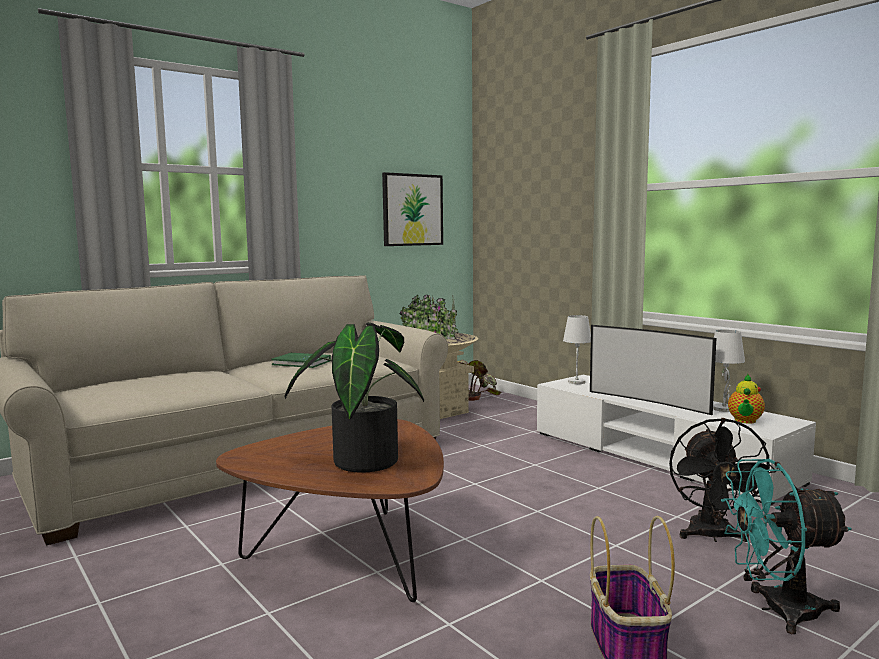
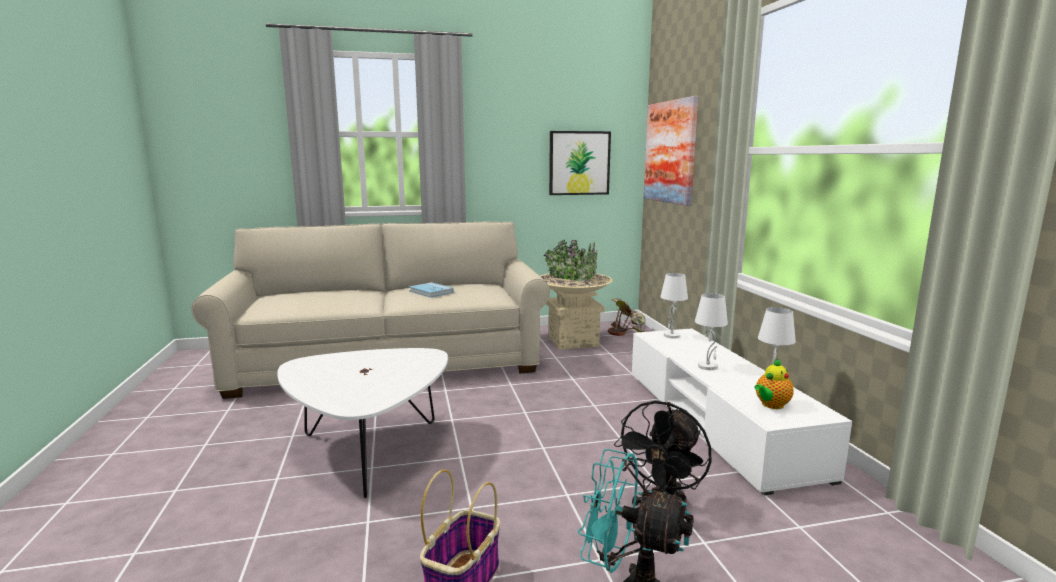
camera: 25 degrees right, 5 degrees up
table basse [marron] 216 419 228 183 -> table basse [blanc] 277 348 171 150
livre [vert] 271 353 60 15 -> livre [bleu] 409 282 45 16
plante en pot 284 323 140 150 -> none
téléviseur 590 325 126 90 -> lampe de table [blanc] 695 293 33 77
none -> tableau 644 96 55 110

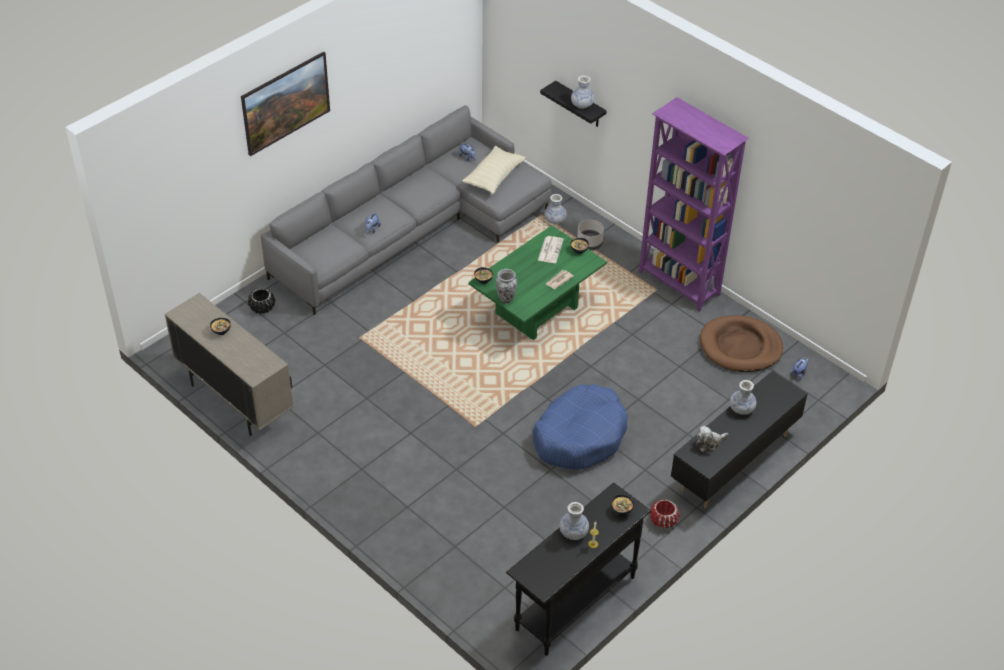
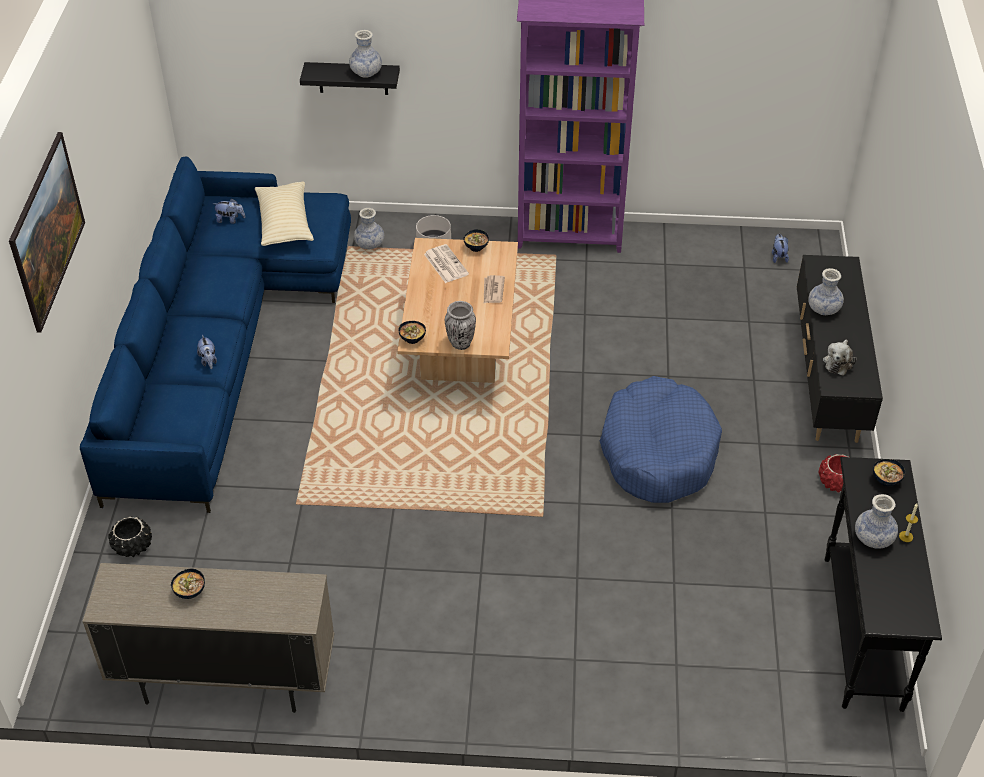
camera: 40 degrees left, 0 degrees up
canapé [gris] 261 105 291 210 -> canapé [bleu] 80 156 271 357
table basse [vert] 468 225 139 115 -> table basse [beige] 397 238 121 145
panier pour chien [marron] 700 315 83 57 -> none

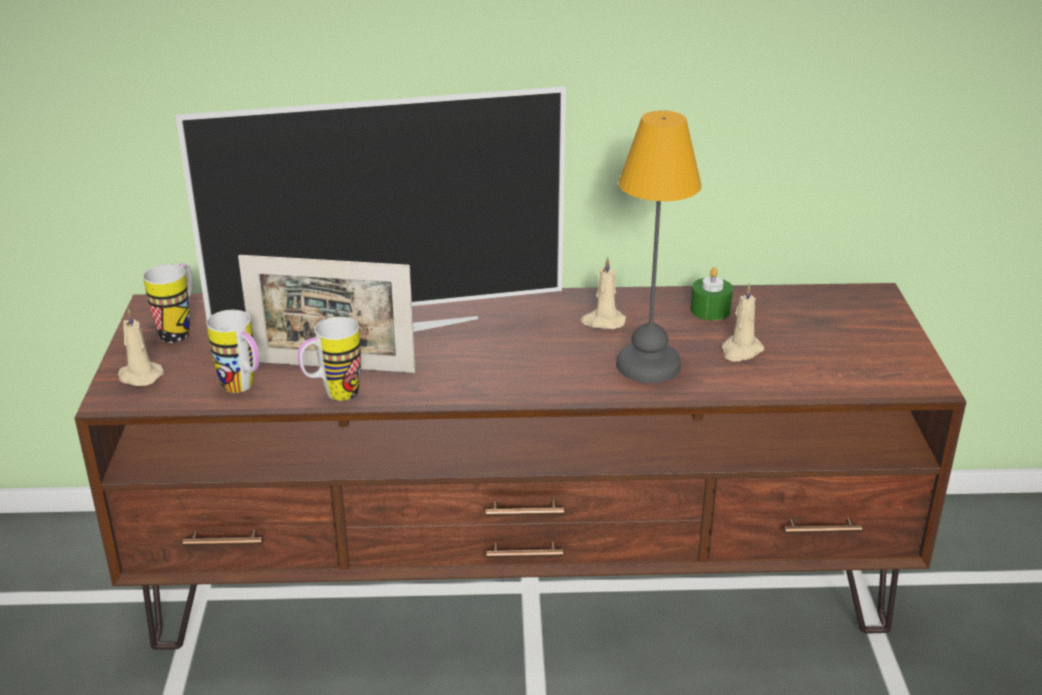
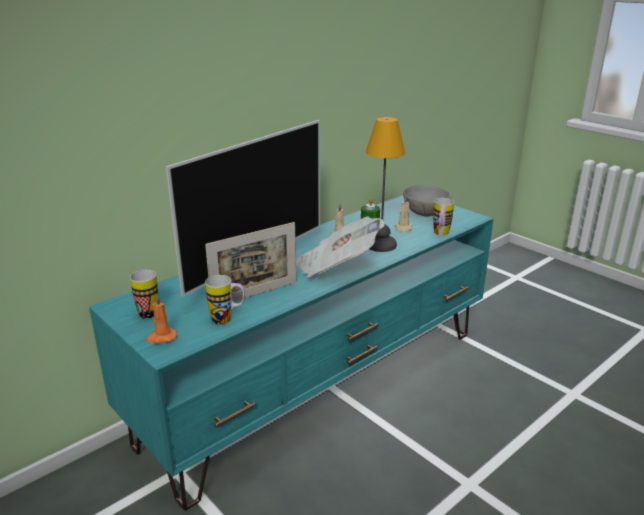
camera: 40 degrees left, 5 degrees down
meuble télé [marron] 74 283 893 367 -> meuble télé [turquoise] 89 195 404 315
bougie [beige] 118 308 46 78 -> bougie [orange] 146 295 31 49
mug 298 317 63 84 -> mug 433 198 21 38, move
none -> journal 296 216 89 62
none -> bol [gris] 403 185 48 32

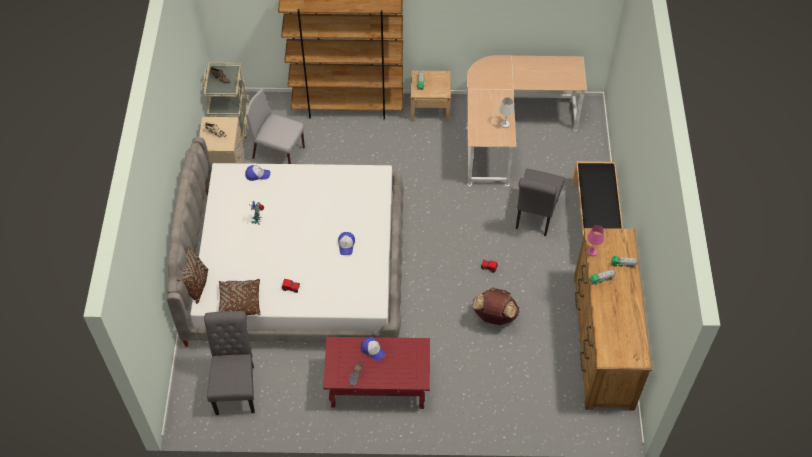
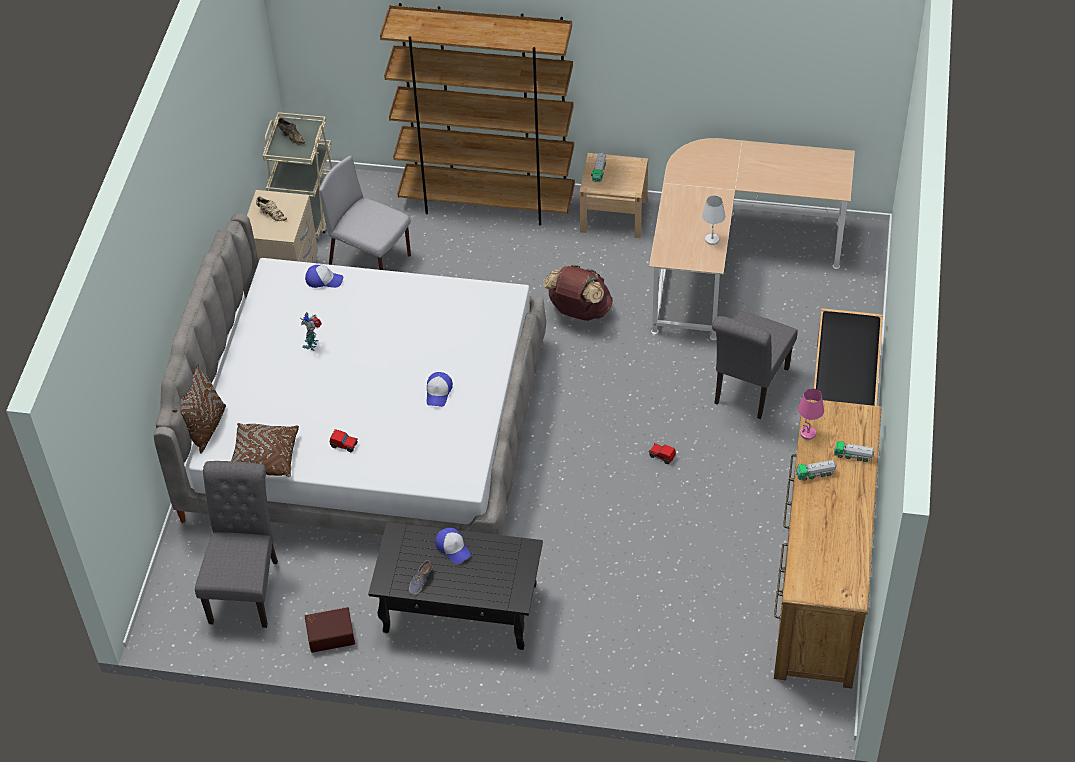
camera: 10 degrees right, 5 degrees down
table basse [rouge] 323 337 107 72 -> table basse [noir] 368 522 175 128
sac à dos [marron] 472 288 48 37 -> sac à dos [marron] 543 265 70 56, move
none -> boîte de rangement [marron] 305 607 50 46

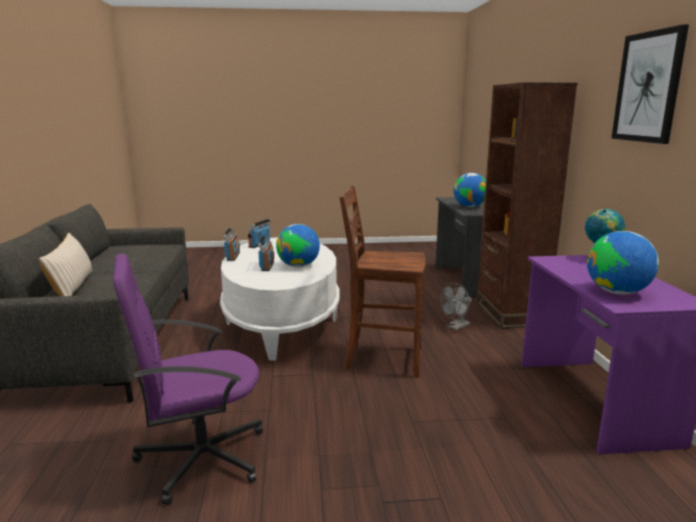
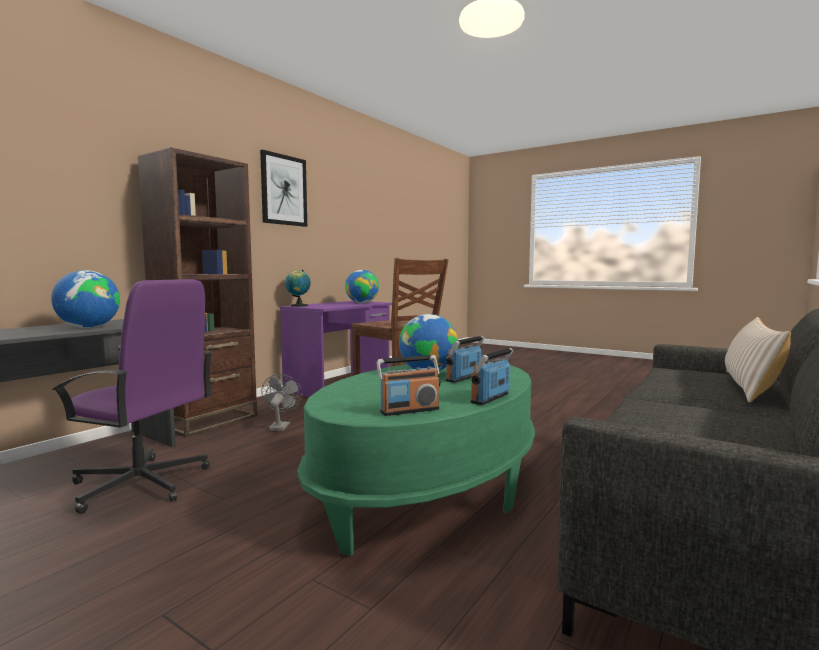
camera: 140 degrees left, 10 degrees down
chaise de bureau [violet] 113 254 150 251 -> chaise de bureau [violet] 52 279 161 235, move
table basse [blanc] 220 237 119 124 -> table basse [vert] 297 361 238 195
ventilateur [gris] 440 283 32 47 -> ventilateur [gris] 261 374 41 57, 90 degrees counterclockwise

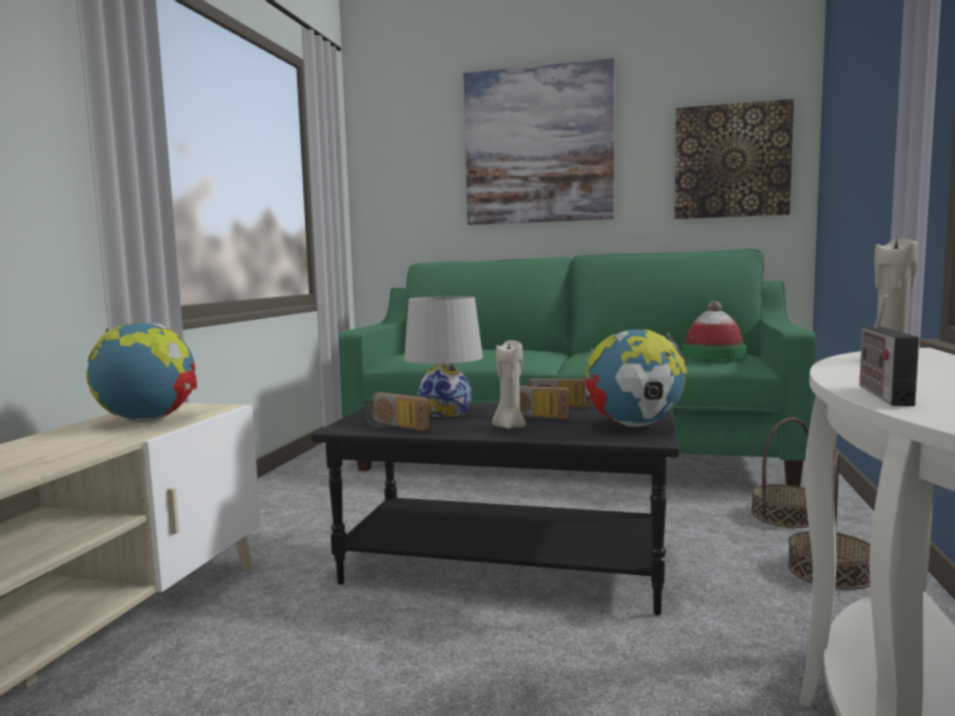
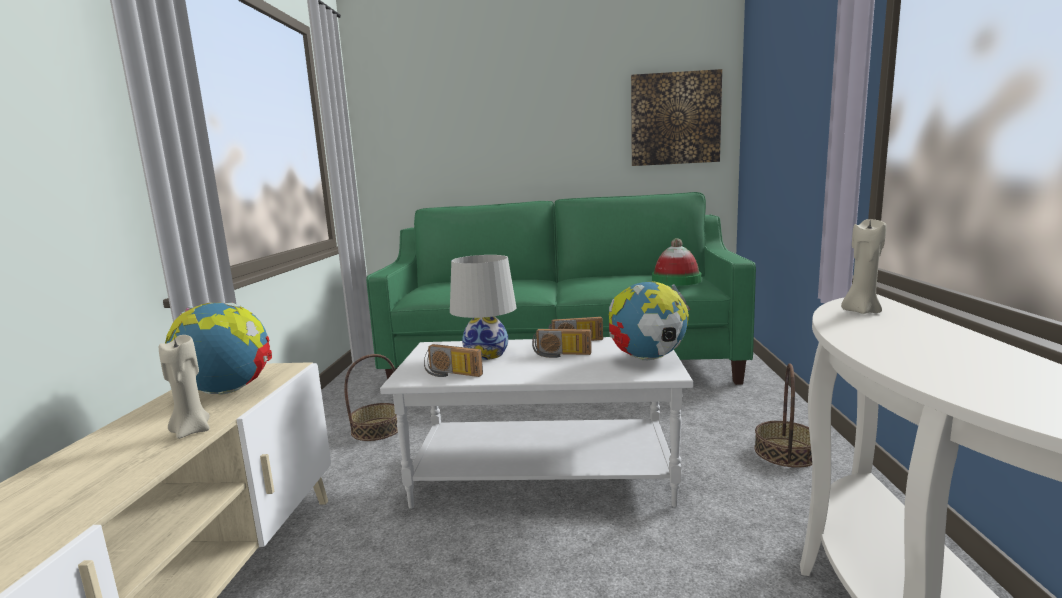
camera: 10 degrees left, 5 degrees up
table basse [noir] 311 402 368 213 -> table basse [blanc] 380 337 313 172
tableau 464 58 150 167 -> none
bougie [beige] 492 340 34 89 -> bougie [beige] 159 335 51 104, move
panier 751 418 58 110 -> panier 344 354 54 87, move
radio 859 295 60 111 -> none

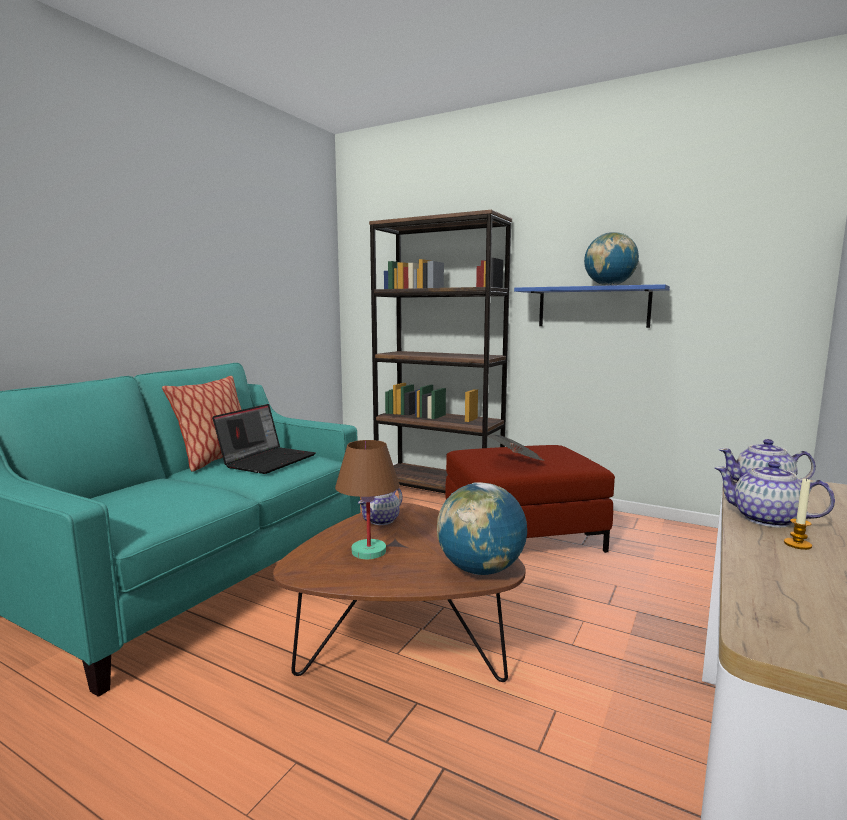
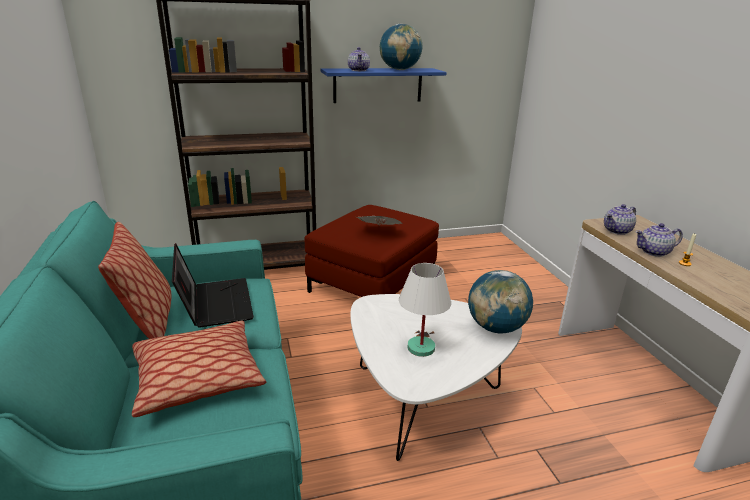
camera: 45 degrees left, 15 degrees up
table basse [marron] 273 503 252 179 -> table basse [blanc] 350 294 172 167
lampe de table [marron] 335 440 65 119 -> lampe de table [blanc] 399 263 52 94
théière 358 488 45 37 -> théière 348 47 22 24, move
none -> coussin 132 321 134 96

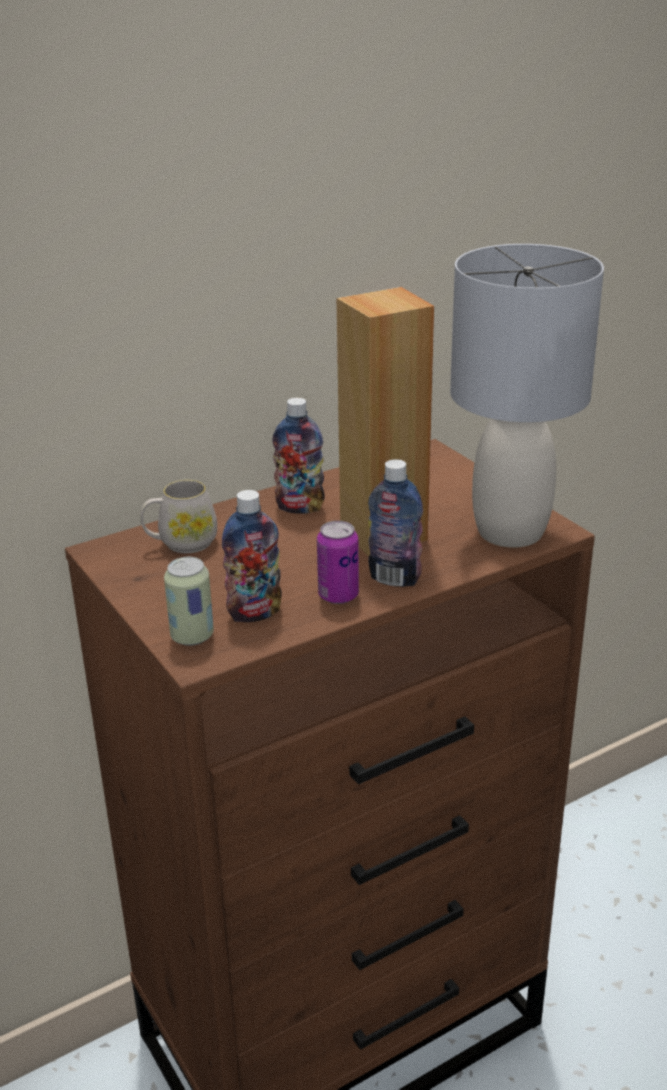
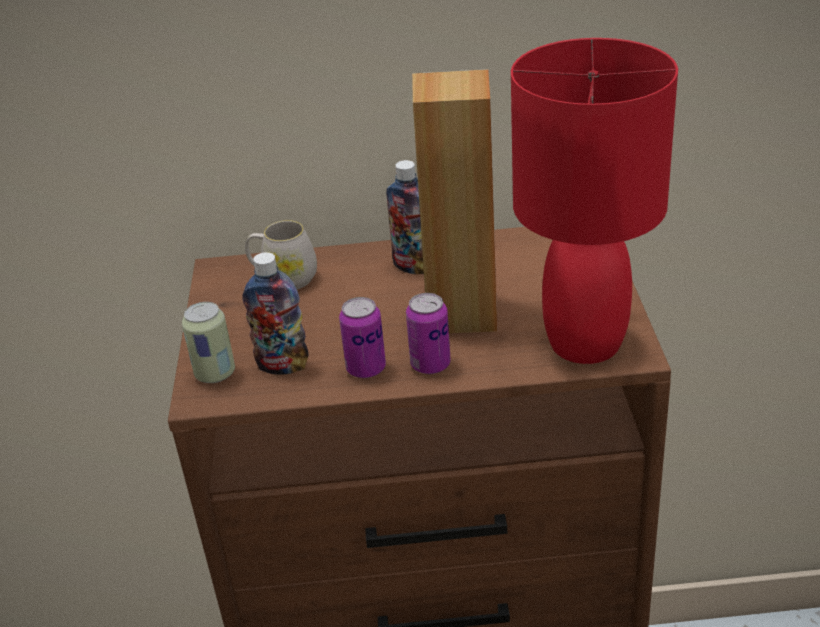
camera: 30 degrees right, 5 degrees up
bouteille 368 459 55 128 -> boîte métallique 406 293 45 81
lampe de table [gris] 450 244 154 304 -> lampe de table [rouge] 511 38 167 326

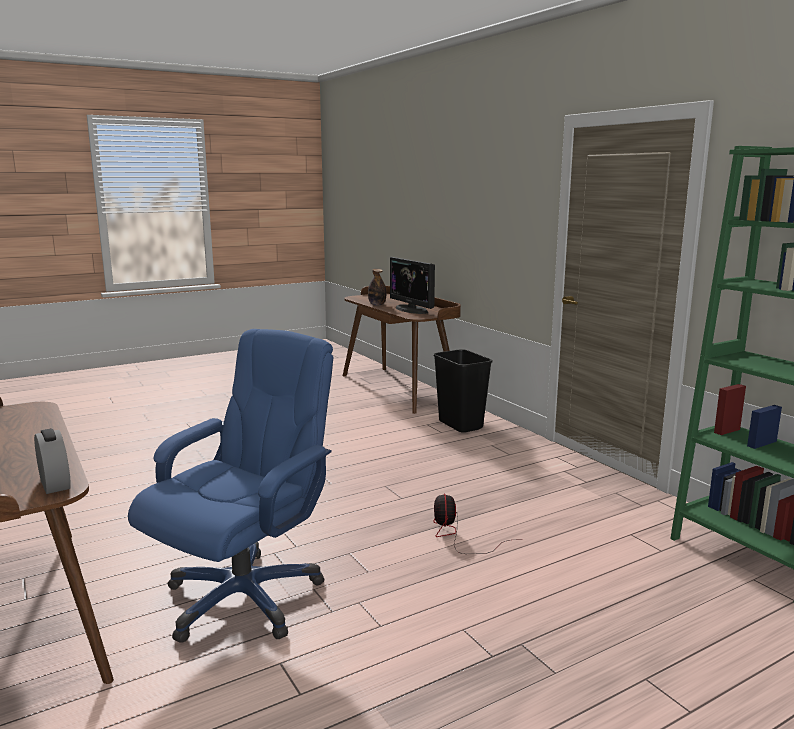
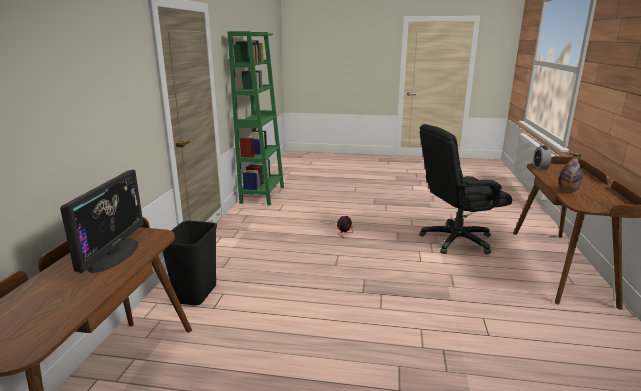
camera: 140 degrees left, 5 degrees up
chaise de bureau [bleu] 128 329 205 314 -> chaise de bureau [noir] 419 124 93 130
bouteille 368 269 18 37 -> bouteille 559 152 24 40, move

